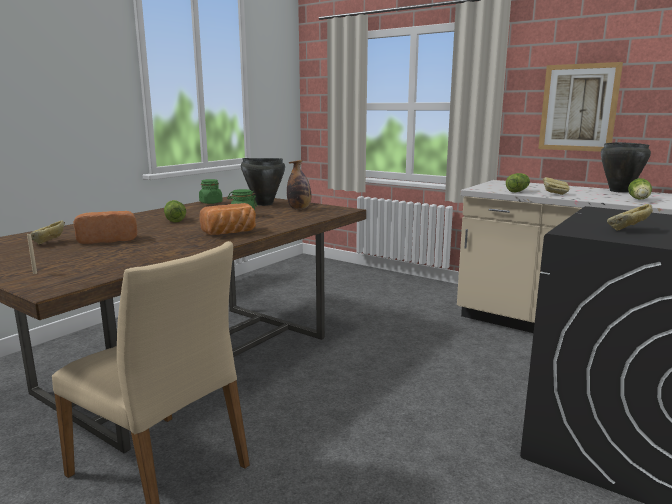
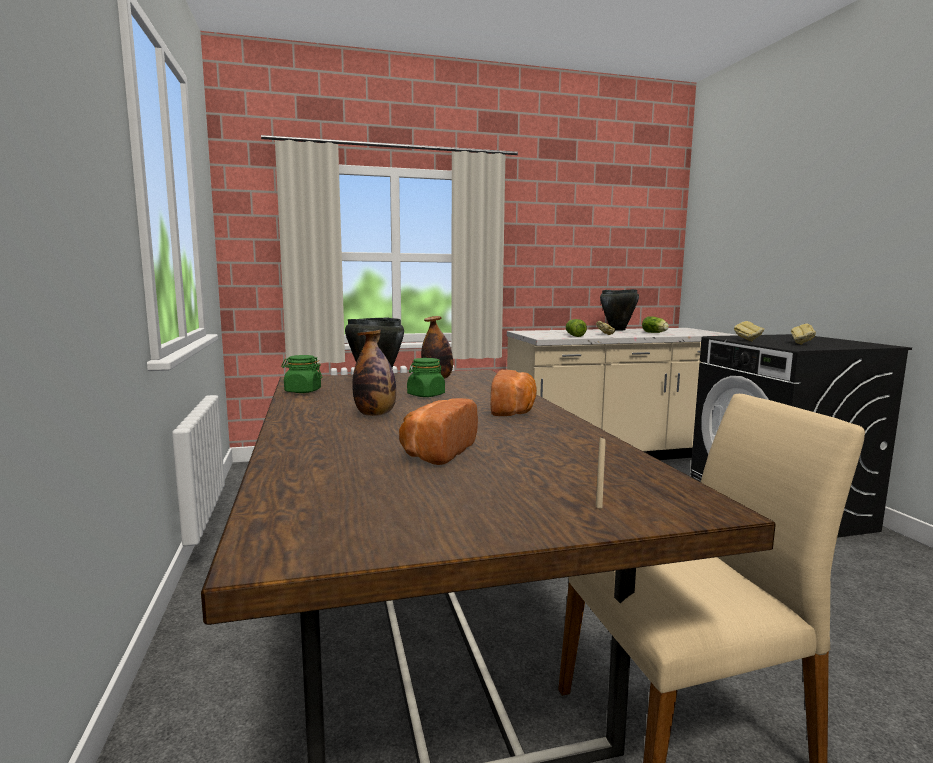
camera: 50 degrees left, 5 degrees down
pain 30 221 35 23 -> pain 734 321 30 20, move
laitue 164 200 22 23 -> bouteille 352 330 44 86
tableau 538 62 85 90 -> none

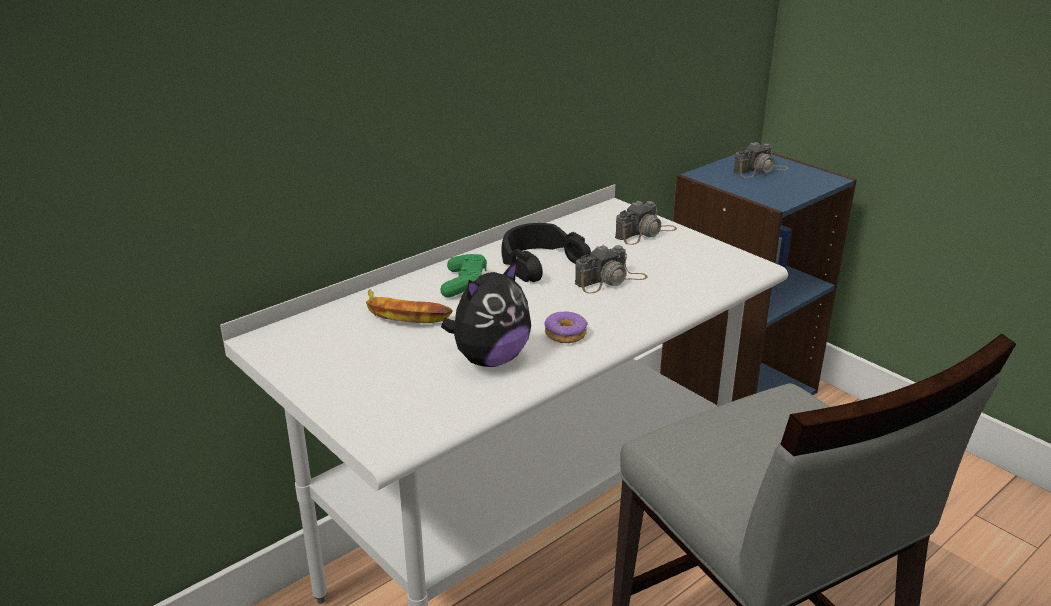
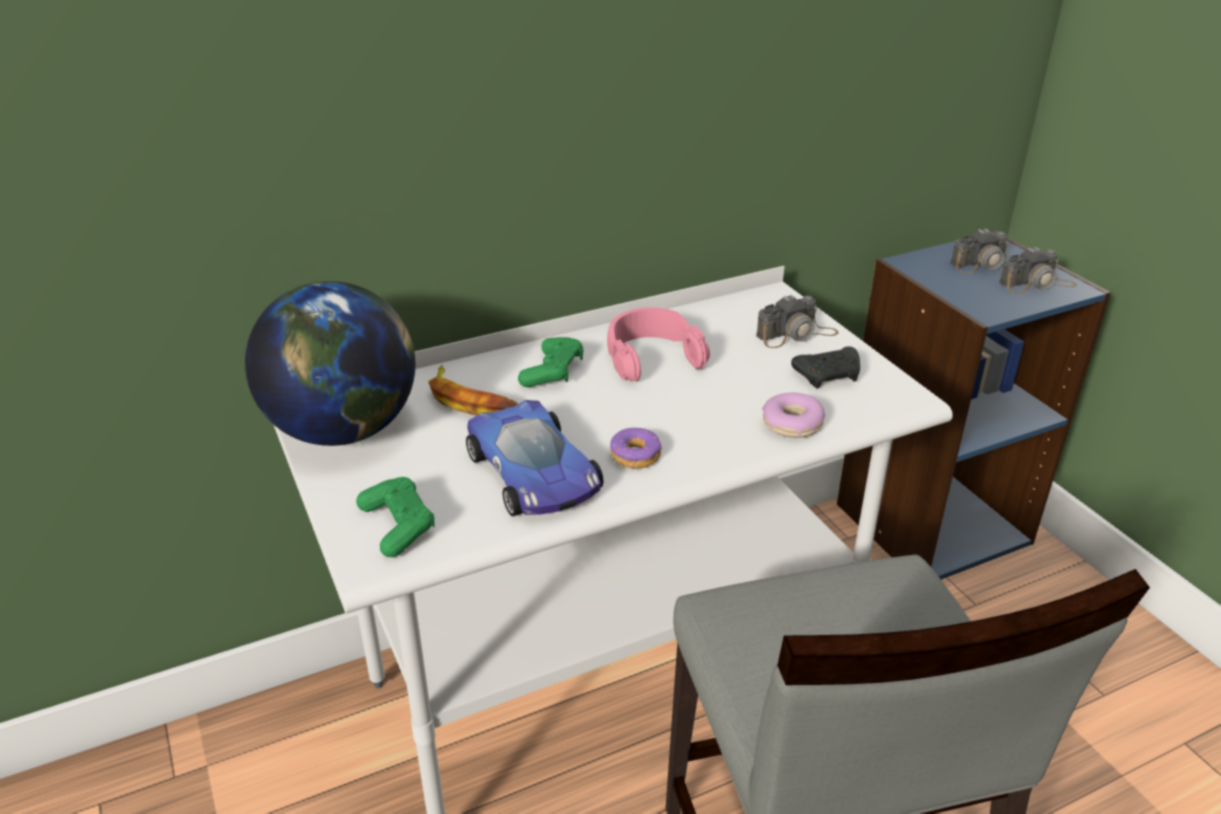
camera: 15 degrees right, 5 degrees up
peluche 441 260 90 107 -> petite voiture 466 400 137 116
casque audio [noir] 501 223 90 59 -> casque audio [rose] 607 307 103 75
appareil photo 575 244 73 50 -> appareil photo 999 247 78 47, move
none -> globe 245 281 170 165
none -> manette [vert] 356 477 79 80
none -> beignet 762 392 63 46
none -> manette [noir] 791 346 69 43

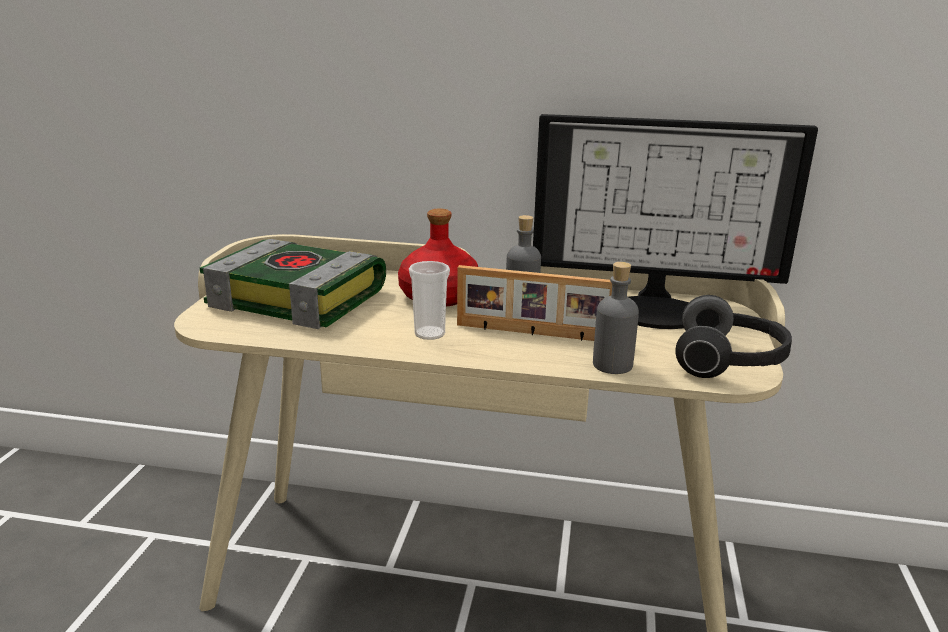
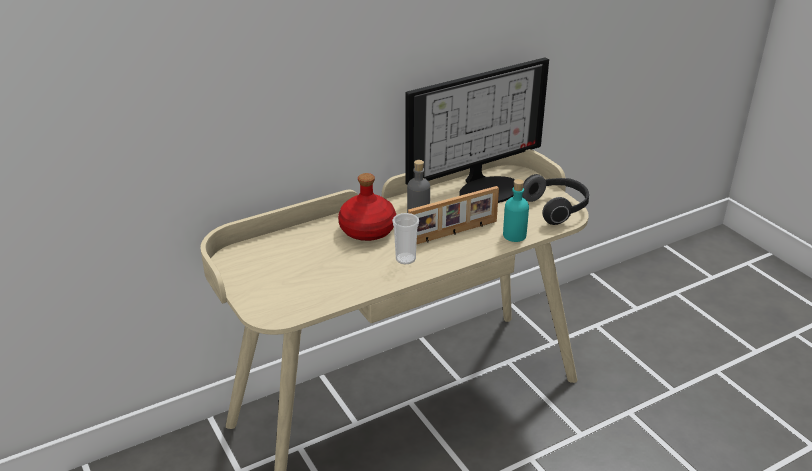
camera: 40 degrees left, 10 degrees up
livre 200 239 186 90 -> none
bouteille [gris] 593 262 46 112 -> bouteille [turquoise] 503 179 26 63

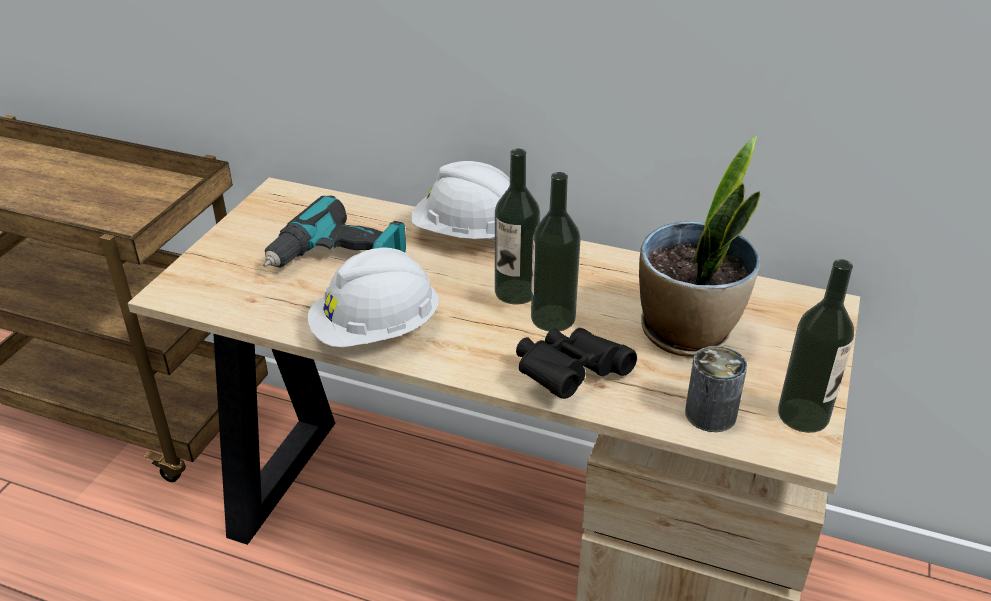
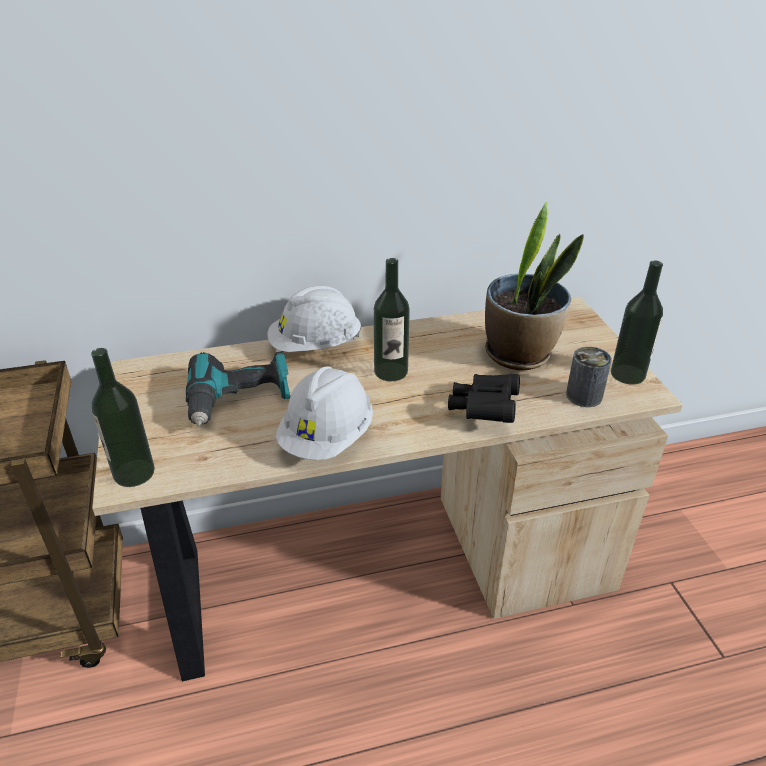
camera: 35 degrees left, 0 degrees up
bouteille 531 172 50 159 -> bouteille 91 348 64 139, move

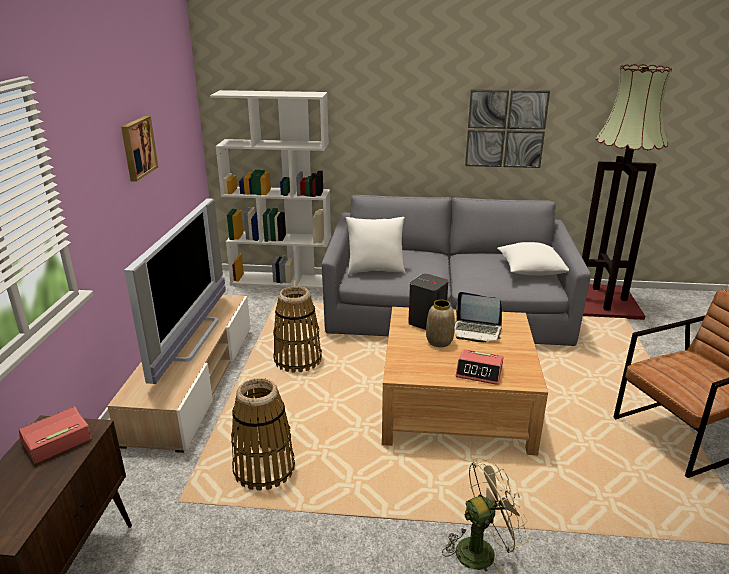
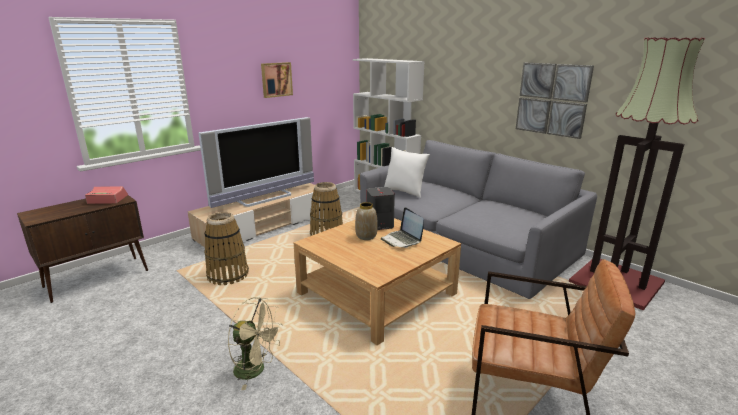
camera: 40 degrees right, 5 degrees down
réveil 456 349 47 36 -> none
coussin [blanc] 497 242 72 33 -> none

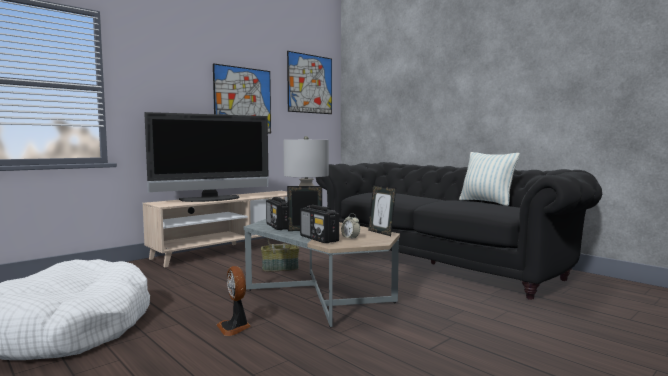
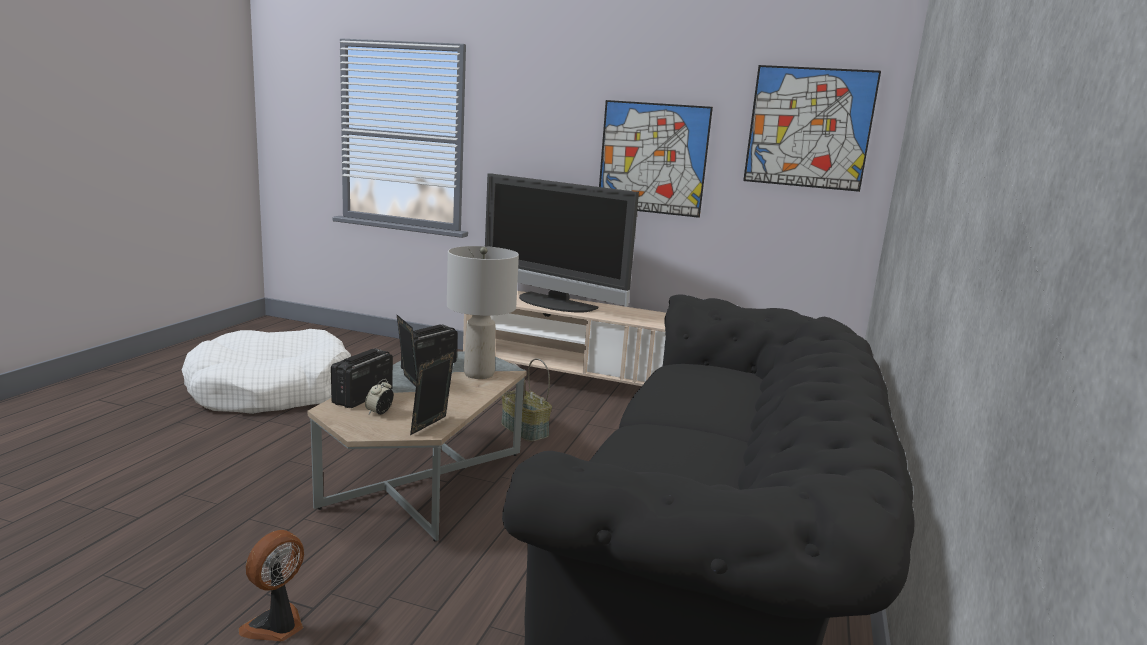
camera: 60 degrees right, 10 degrees up
ventilateur 217 266 34 70 -> ventilateur 239 530 65 111, move
coussin 459 152 61 54 -> none

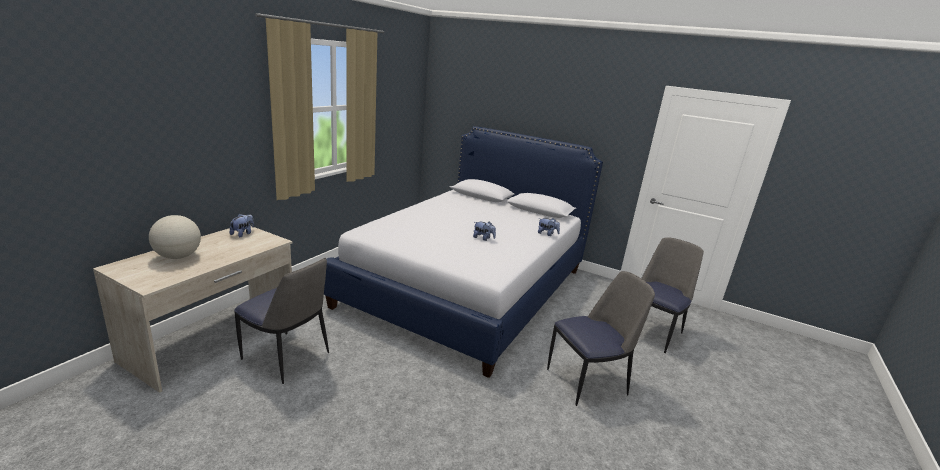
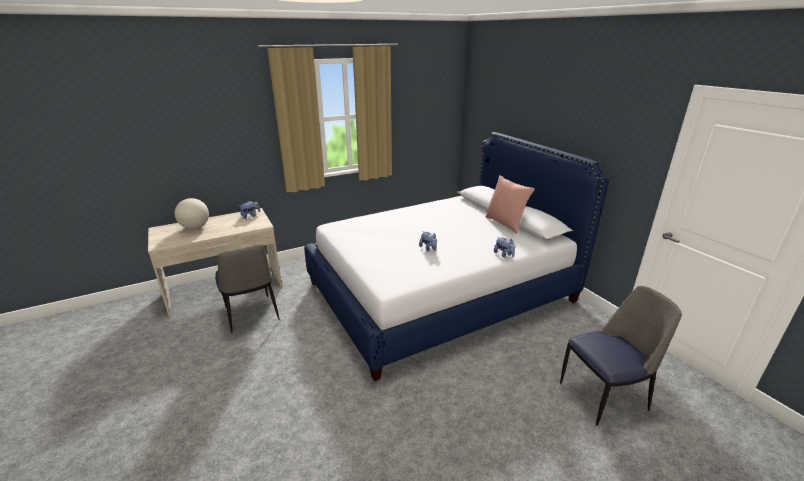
camera: 35 degrees right, 5 degrees up
chaise 547 271 108 135 -> none
none -> coussin [rose] 485 175 50 58

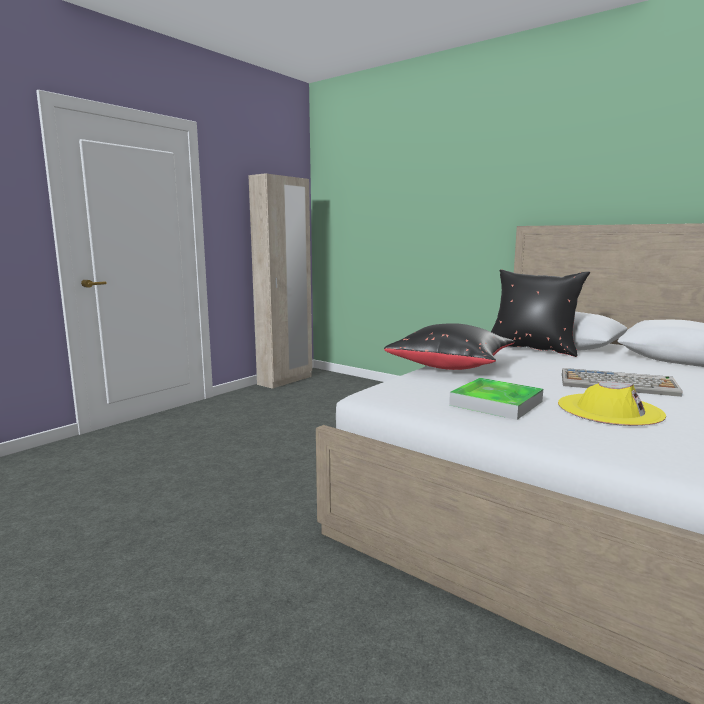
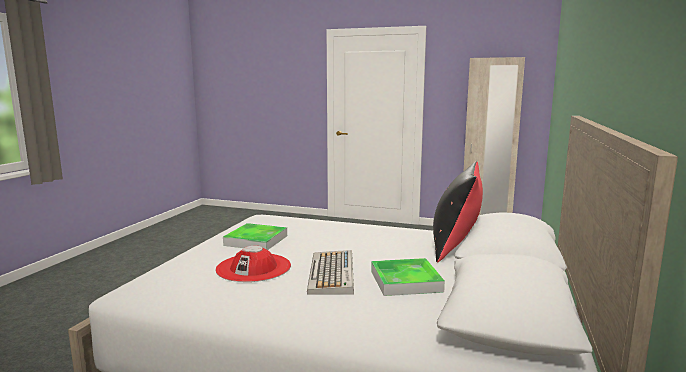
camera: 70 degrees right, 0 degrees up
coussin [noir] 384 323 131 47 -> none
chapeau [jaune] 558 381 108 45 -> chapeau [rouge] 215 246 76 36
none -> plateau 371 258 74 38

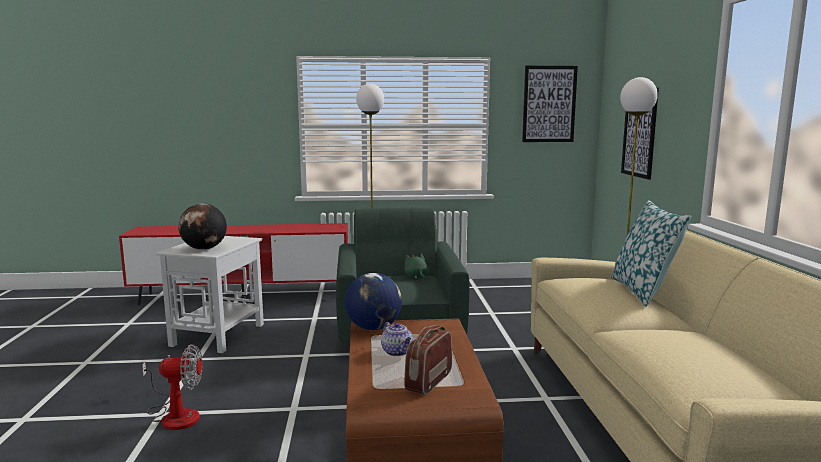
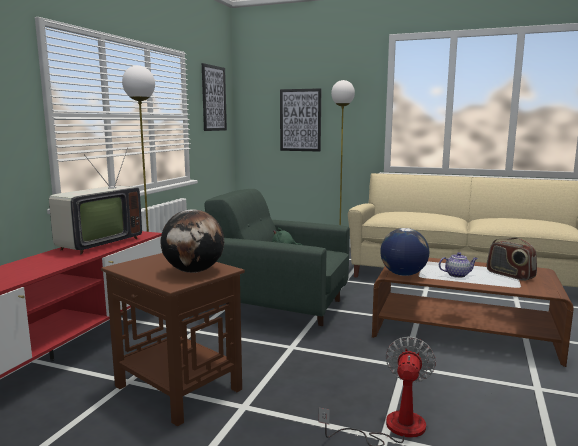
camera: 65 degrees left, 0 degrees up
table d'appoint [blanc] 156 236 108 117 -> table d'appoint [marron] 101 253 144 174
coussin 611 200 80 107 -> none
none -> téléviseur 49 148 93 106

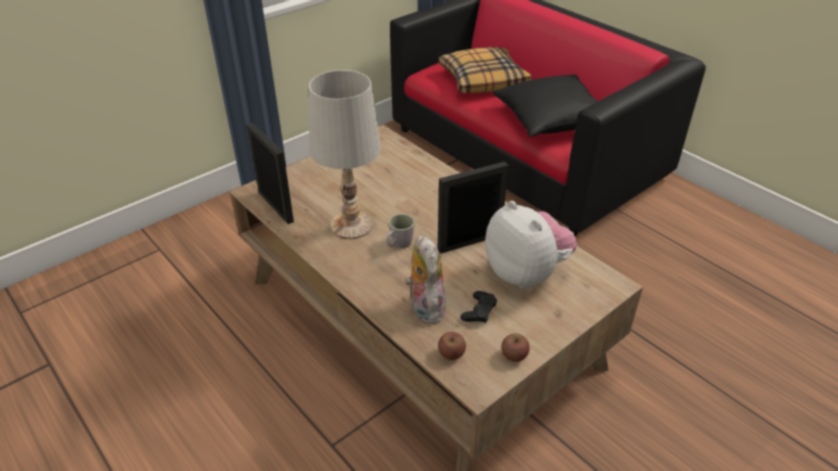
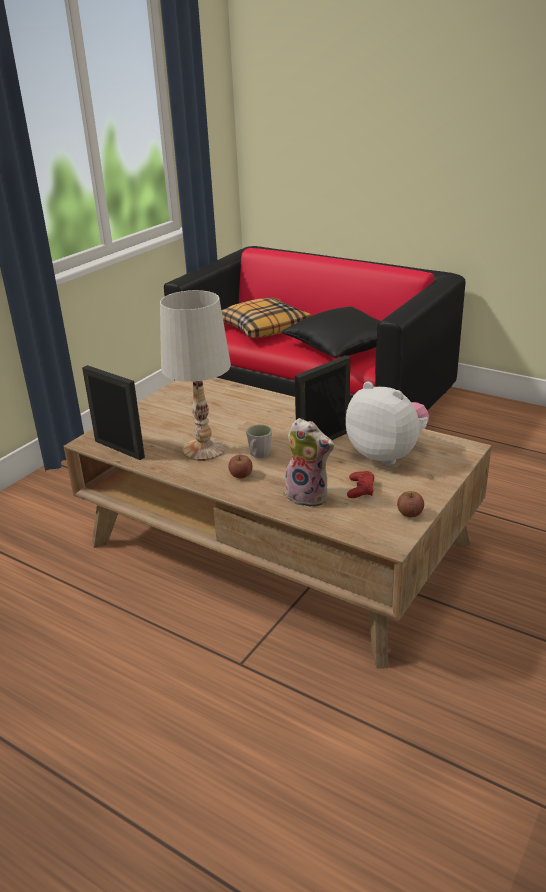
camera: 15 degrees left, 10 degrees down
peluche 405 236 41 88 -> peluche 285 418 49 90, 150 degrees clockwise
pomme 438 332 28 28 -> pomme 228 455 25 23, move
manette [noir] 460 291 37 32 -> manette [rouge] 347 471 28 27

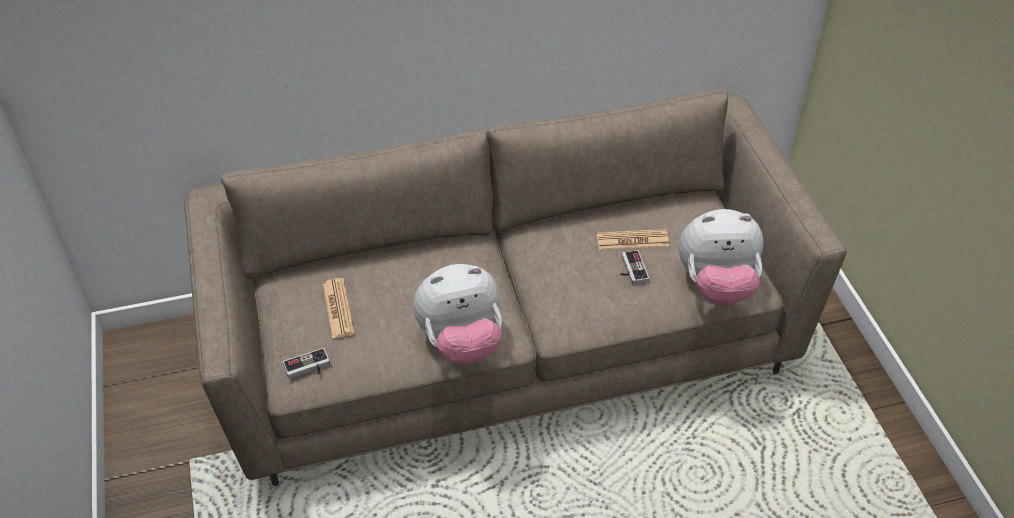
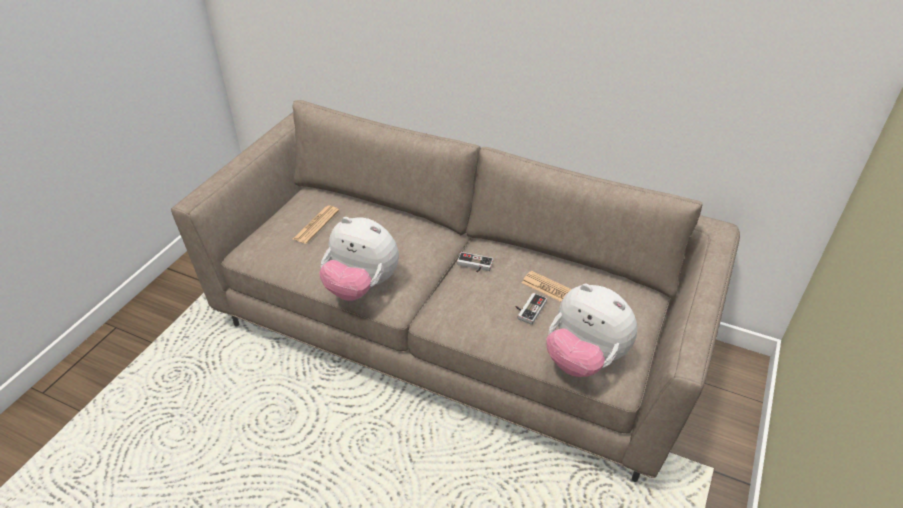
camera: 40 degrees right, 5 degrees down
manette 283 348 47 31 -> manette 457 252 37 20, move

